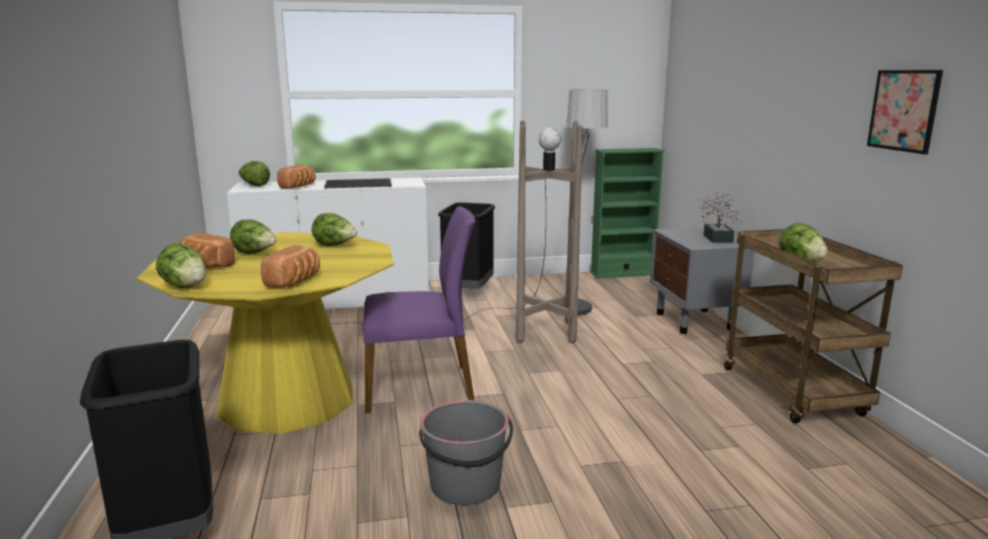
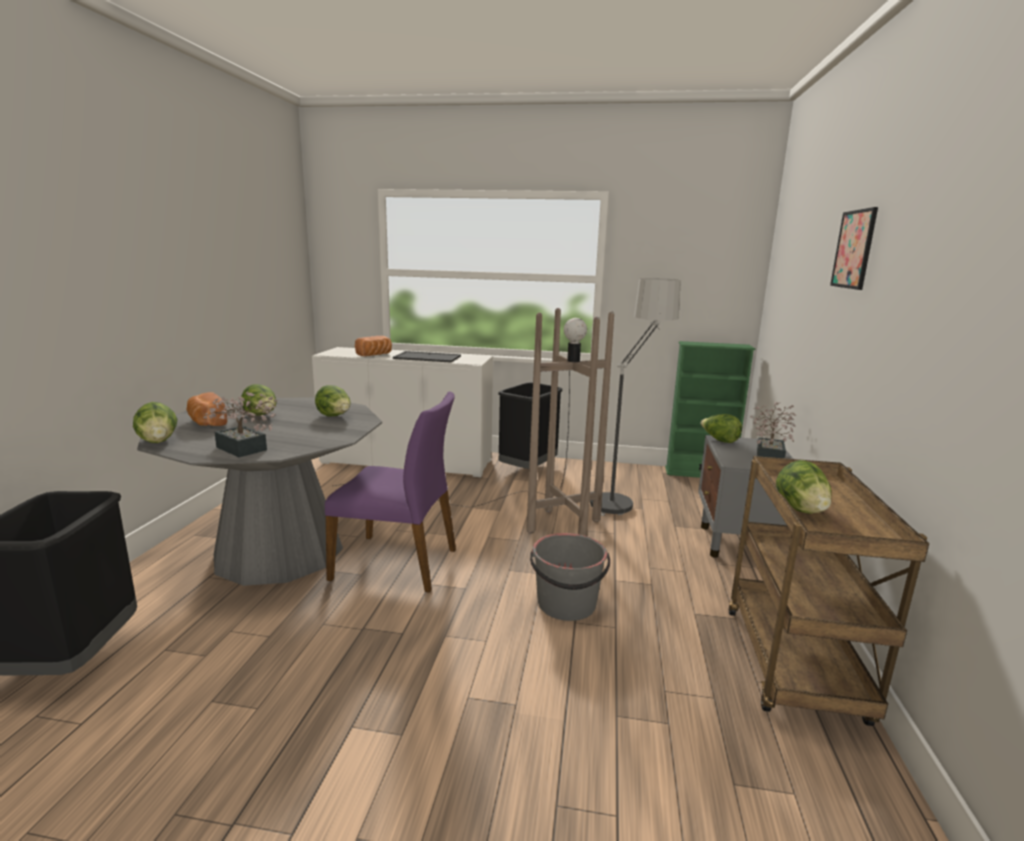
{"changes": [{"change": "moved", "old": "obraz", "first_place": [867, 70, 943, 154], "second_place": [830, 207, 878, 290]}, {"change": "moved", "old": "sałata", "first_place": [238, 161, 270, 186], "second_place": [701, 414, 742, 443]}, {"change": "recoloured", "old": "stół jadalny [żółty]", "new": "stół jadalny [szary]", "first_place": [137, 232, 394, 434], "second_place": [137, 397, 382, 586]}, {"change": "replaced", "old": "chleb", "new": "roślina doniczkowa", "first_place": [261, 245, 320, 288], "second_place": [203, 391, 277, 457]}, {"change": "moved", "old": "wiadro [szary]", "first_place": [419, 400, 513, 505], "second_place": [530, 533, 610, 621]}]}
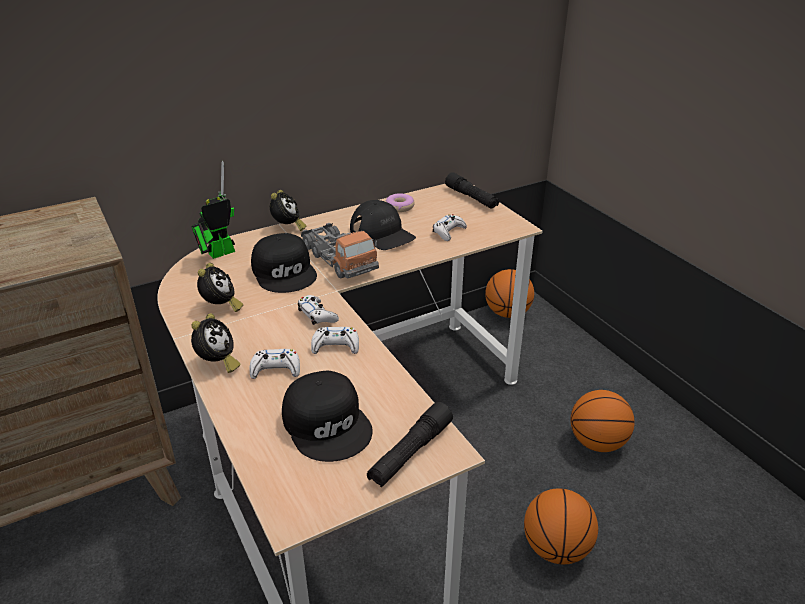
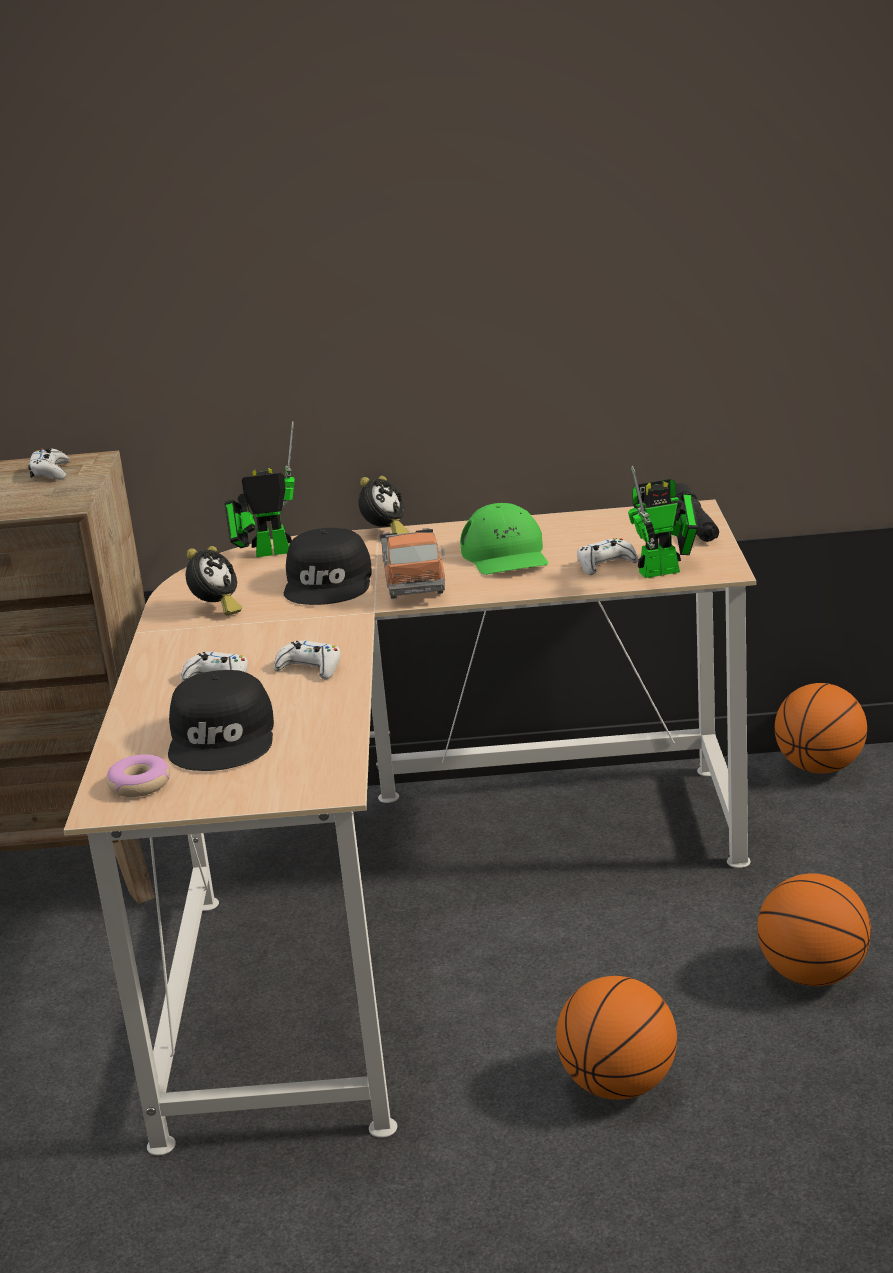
{"changes": [{"change": "moved", "old": "donut", "first_place": [385, 193, 415, 212], "second_place": [106, 754, 170, 797]}, {"change": "recoloured", "old": "czapka z daszkiem [czarny]", "new": "czapka z daszkiem [zielony]", "first_place": [350, 200, 416, 250], "second_place": [460, 503, 548, 575]}, {"change": "moved", "old": "pad do gier [biały]", "first_place": [298, 295, 339, 325], "second_place": [28, 448, 70, 480]}, {"change": "removed", "old": "budzik", "first_place": [191, 313, 240, 373]}, {"change": "removed", "old": "latarka [czarny]", "first_place": [367, 402, 453, 487]}, {"change": "added", "new": "robot zabawkowy", "second_place": [628, 466, 698, 578]}]}
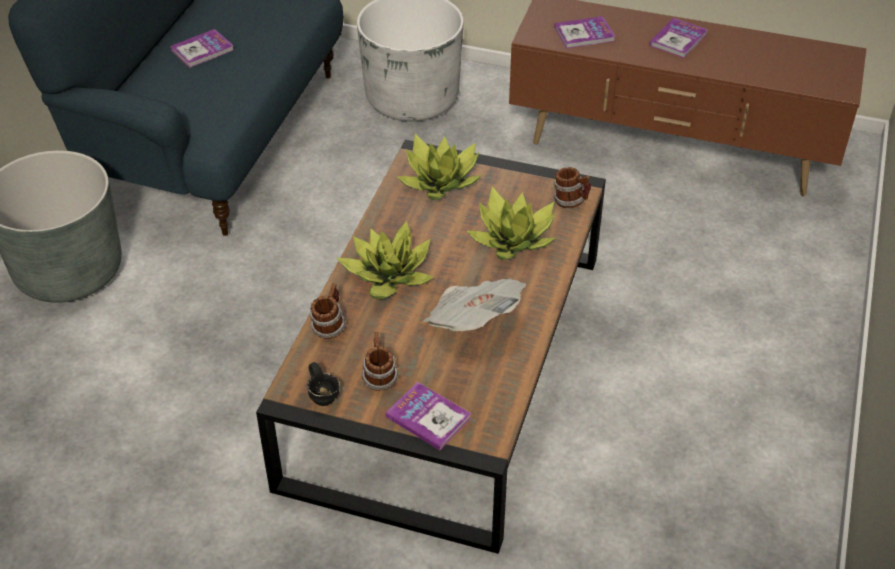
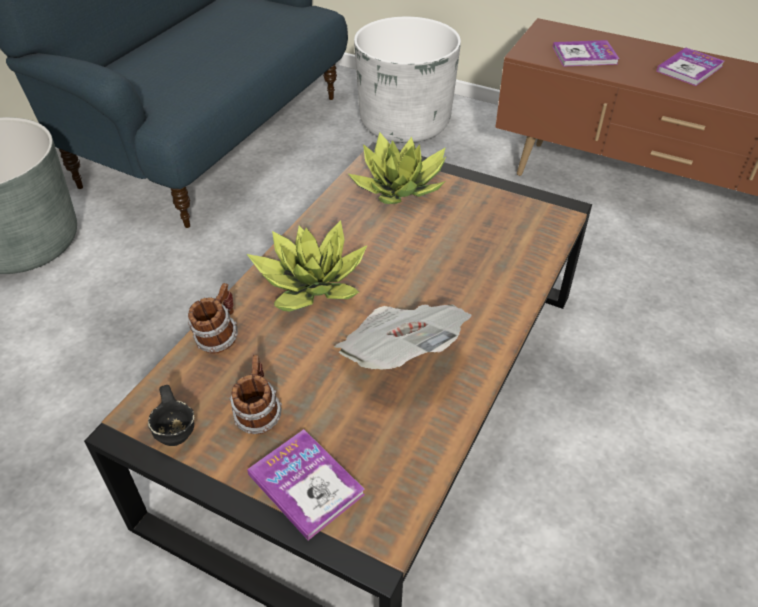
{"changes": [{"change": "removed", "old": "książka", "first_place": [170, 29, 234, 68]}, {"change": "removed", "old": "kubek", "first_place": [553, 167, 591, 208]}, {"change": "removed", "old": "roślina doniczkowa", "first_place": [467, 187, 556, 260]}]}
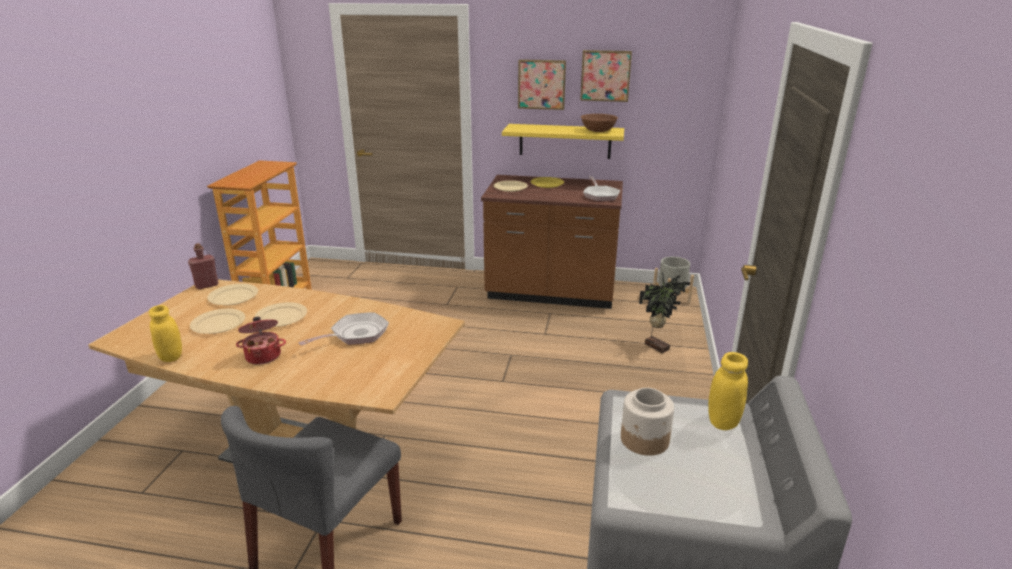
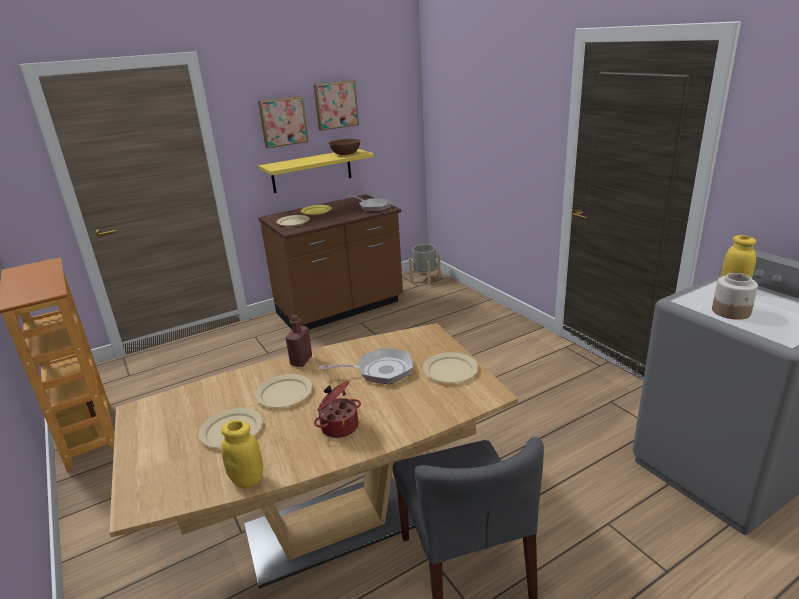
{"changes": [{"change": "moved", "old": "butelka [czerwony]", "first_place": [188, 243, 218, 289], "second_place": [285, 315, 312, 367]}, {"change": "removed", "old": "roślina doniczkowa", "first_place": [639, 271, 690, 353]}, {"change": "moved", "old": "talerz [beżowy]", "first_place": [207, 284, 258, 306], "second_place": [423, 352, 478, 383]}, {"change": "turned", "old": "patelnia", "first_place": [298, 312, 389, 345], "second_place": [319, 348, 413, 384], "degrees": 75}]}
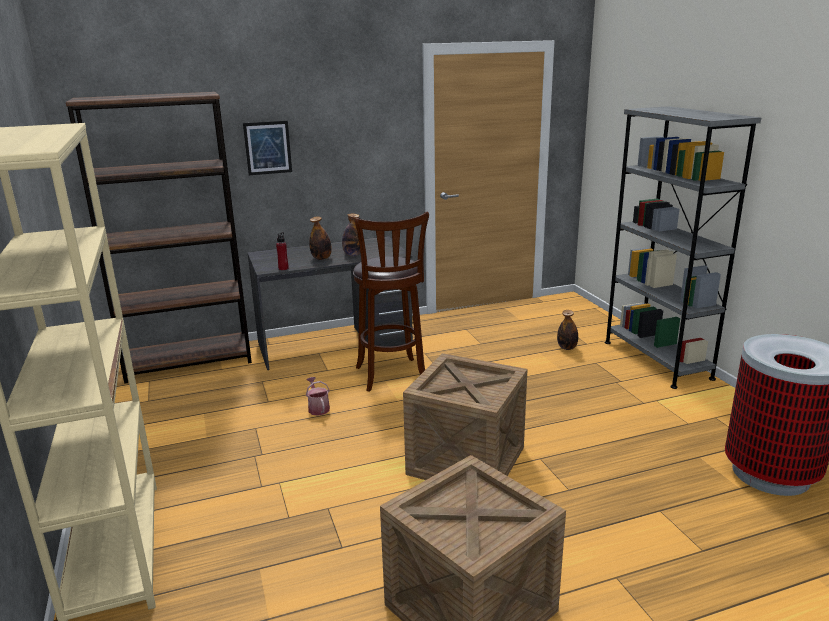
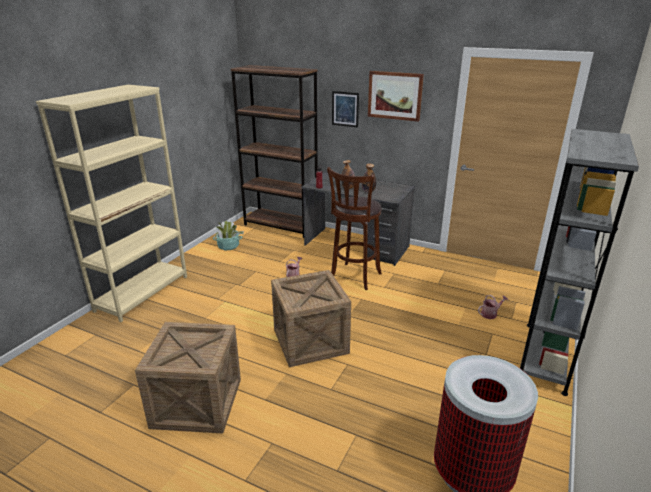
{"changes": [{"change": "replaced", "old": "butelka", "new": "konewka", "first_place": [557, 310, 578, 350], "second_place": [478, 295, 508, 319]}, {"change": "added", "new": "obraz", "second_place": [368, 71, 424, 122]}, {"change": "added", "new": "roślina doniczkowa", "second_place": [213, 220, 244, 250]}]}
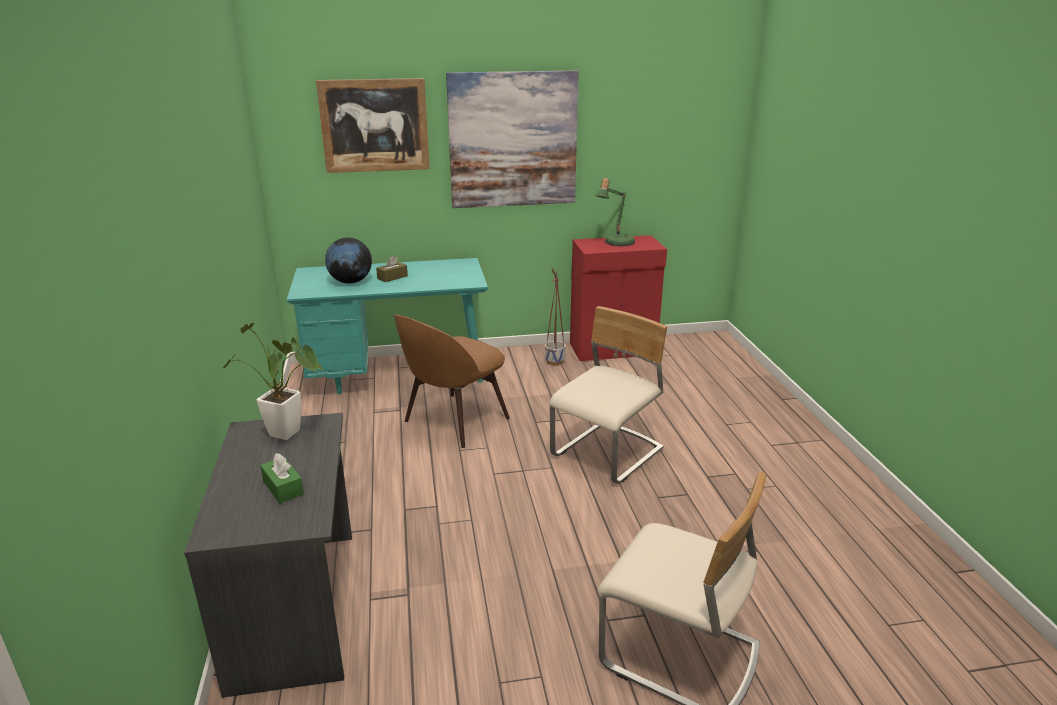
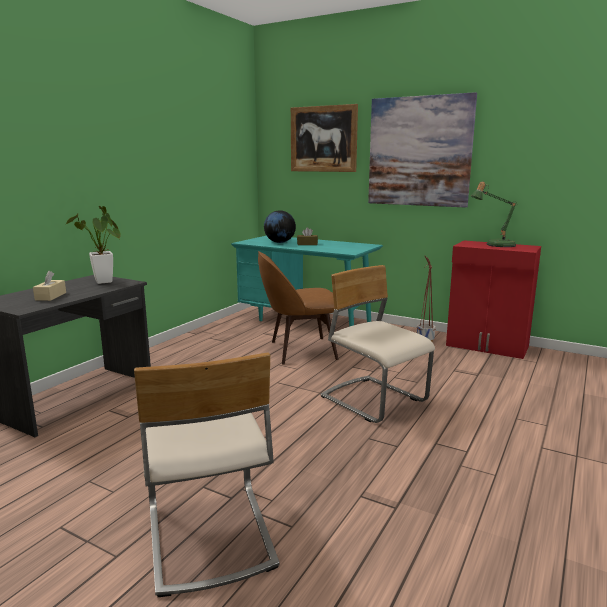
{"changes": [{"change": "turned", "old": "krzesło [beżowy]", "first_place": [549, 306, 667, 484], "second_place": [320, 265, 435, 423], "degrees": -120}, {"change": "recoloured", "old": "pudełko chusteczek [zielony]", "new": "pudełko chusteczek [beżowy]", "first_place": [260, 453, 304, 504], "second_place": [33, 271, 66, 301]}]}
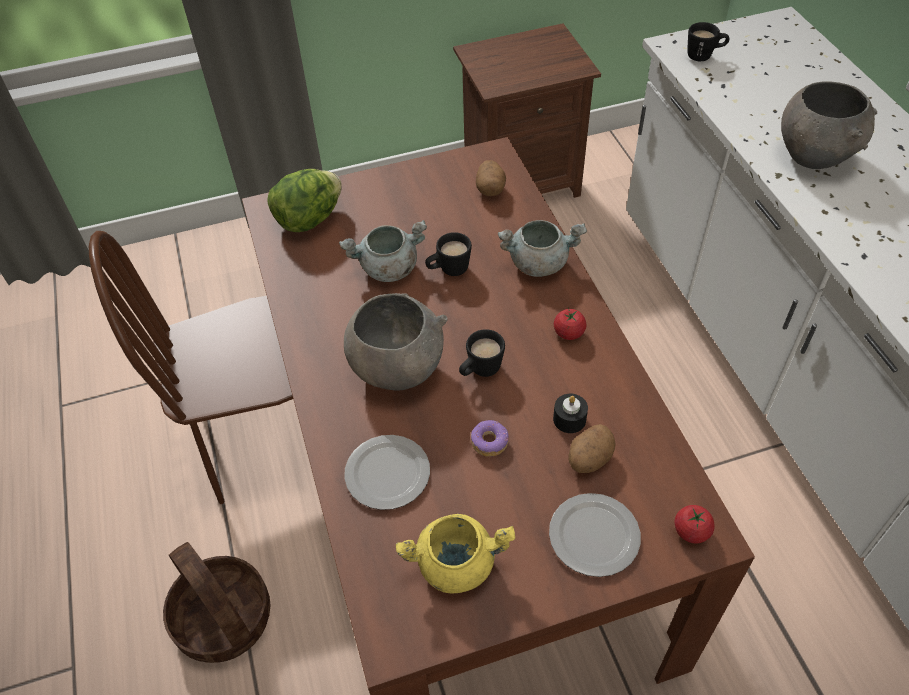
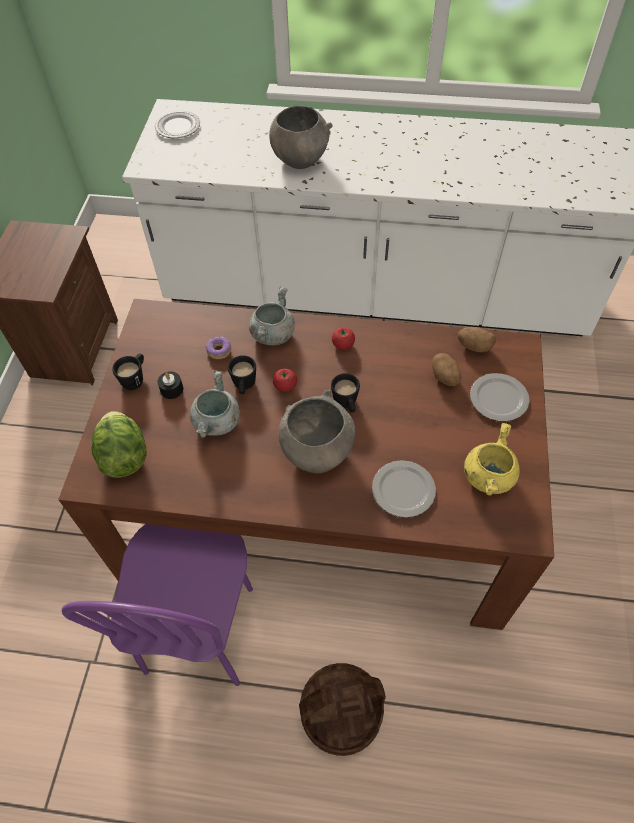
{"changes": [{"change": "moved", "old": "kubek [czarny]", "first_place": [687, 22, 730, 61], "second_place": [112, 353, 144, 390]}, {"change": "moved", "old": "ziemniak", "first_place": [476, 160, 506, 196], "second_place": [458, 327, 496, 352]}, {"change": "recoloured", "old": "krzesło [brązowy]", "new": "krzesło [fioletowy]", "first_place": [89, 231, 293, 504], "second_place": [62, 524, 253, 686]}, {"change": "moved", "old": "świeca [czarny]", "first_place": [553, 394, 588, 433], "second_place": [157, 371, 183, 399]}, {"change": "moved", "old": "donut", "first_place": [471, 420, 509, 457], "second_place": [205, 336, 231, 359]}, {"change": "moved", "old": "pomidor", "first_place": [675, 505, 715, 544], "second_place": [273, 369, 297, 392]}, {"change": "added", "new": "talerz", "second_place": [155, 111, 200, 138]}]}
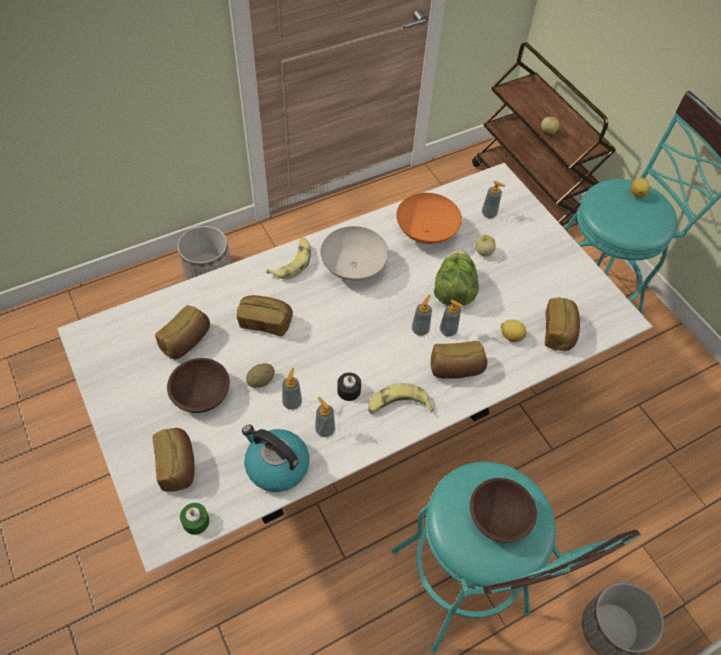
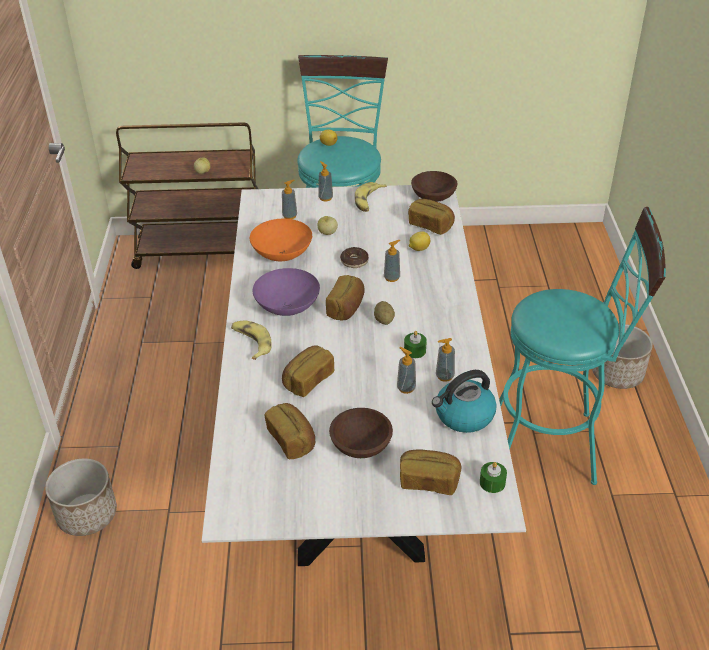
{"changes": [{"change": "recoloured", "old": "miska [biały]", "new": "miska [fioletowy]", "first_place": [320, 226, 389, 281], "second_place": [253, 268, 320, 316]}, {"change": "replaced", "old": "sałata", "new": "donut", "first_place": [434, 250, 479, 306], "second_place": [340, 247, 369, 268]}, {"change": "moved", "old": "dozownik mydła", "first_place": [412, 295, 432, 336], "second_place": [318, 161, 333, 201]}, {"change": "moved", "old": "chleb", "first_place": [431, 341, 487, 378], "second_place": [326, 275, 365, 320]}, {"change": "moved", "old": "ziemniak", "first_place": [246, 363, 275, 388], "second_place": [374, 301, 395, 325]}, {"change": "recoloured", "old": "świeca [czarny]", "new": "świeca [zielony]", "first_place": [337, 373, 361, 401], "second_place": [404, 331, 427, 358]}, {"change": "moved", "old": "banan", "first_place": [368, 383, 433, 414], "second_place": [355, 182, 387, 212]}, {"change": "moved", "old": "miska [brązowy]", "first_place": [470, 478, 537, 543], "second_place": [411, 171, 457, 202]}]}
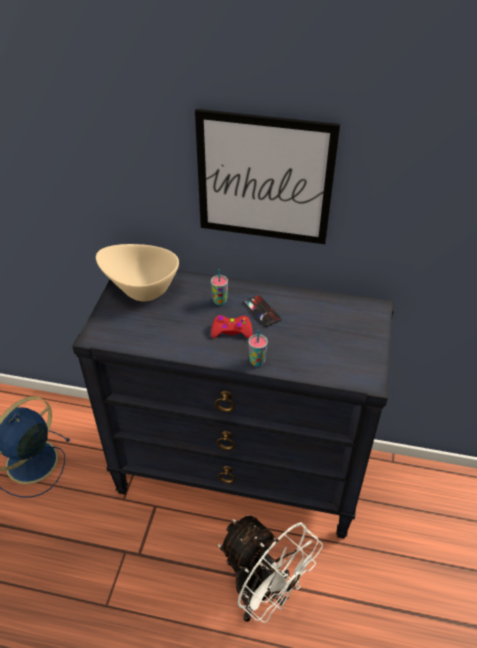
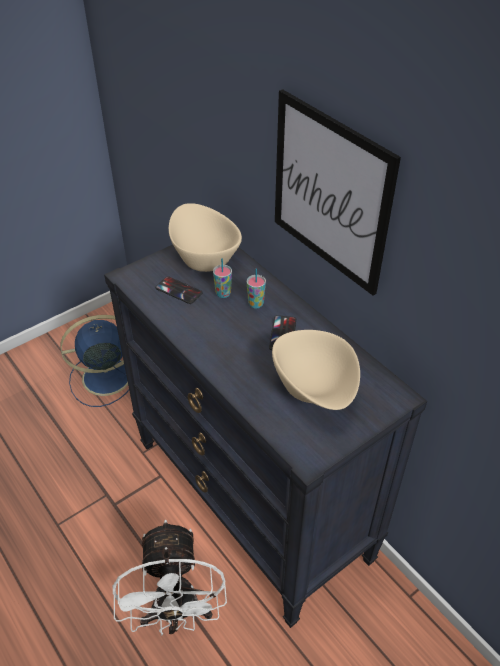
{"changes": [{"change": "removed", "old": "pad do gier [czerwony]", "first_place": [211, 315, 253, 338]}, {"change": "moved", "old": "filiżanka", "first_place": [248, 330, 268, 367], "second_place": [213, 258, 232, 298]}, {"change": "added", "new": "telefon", "second_place": [155, 276, 202, 304]}, {"change": "added", "new": "miska [beżowy]", "second_place": [272, 330, 360, 410]}]}
